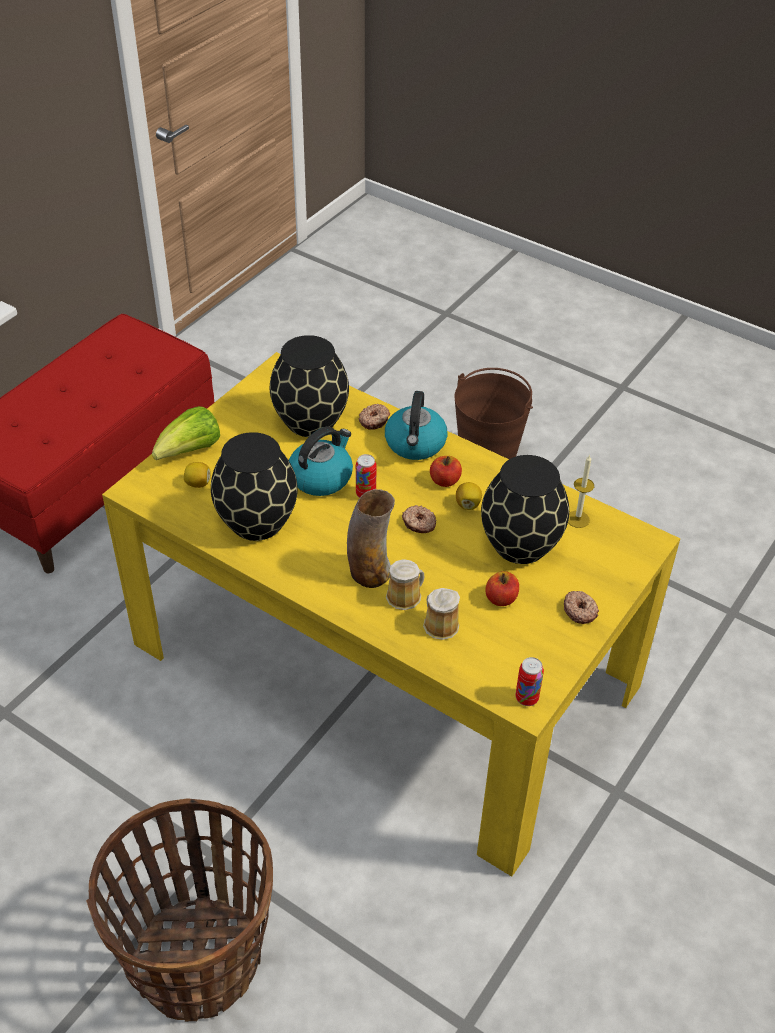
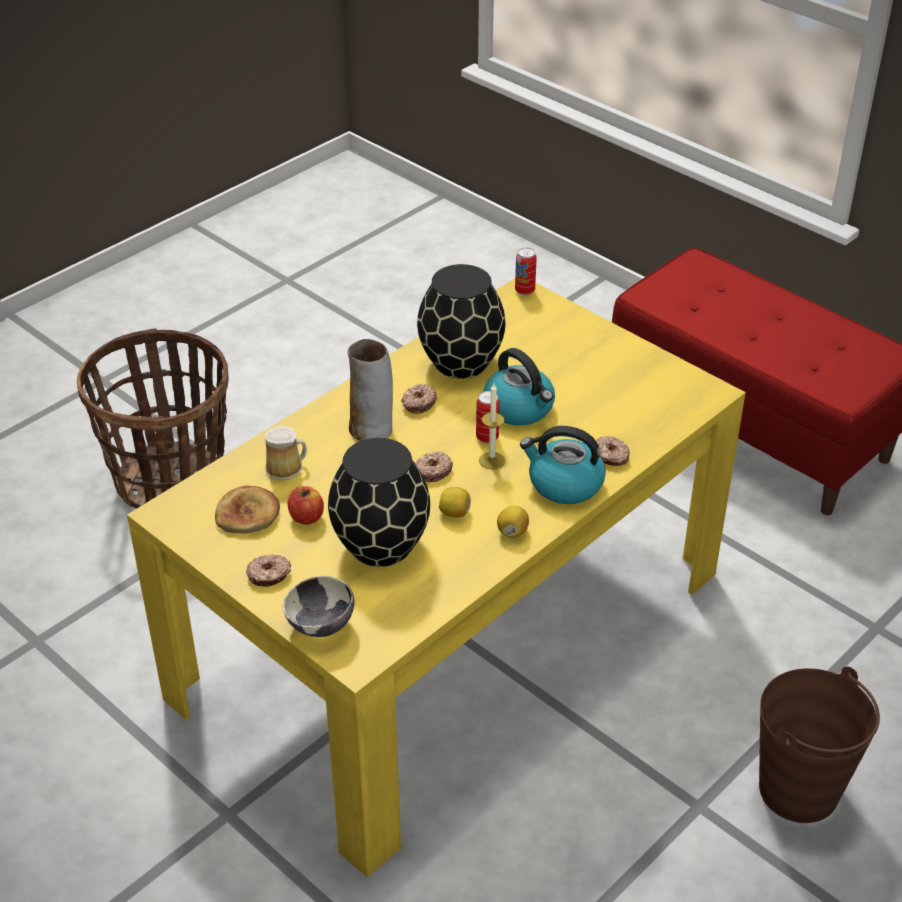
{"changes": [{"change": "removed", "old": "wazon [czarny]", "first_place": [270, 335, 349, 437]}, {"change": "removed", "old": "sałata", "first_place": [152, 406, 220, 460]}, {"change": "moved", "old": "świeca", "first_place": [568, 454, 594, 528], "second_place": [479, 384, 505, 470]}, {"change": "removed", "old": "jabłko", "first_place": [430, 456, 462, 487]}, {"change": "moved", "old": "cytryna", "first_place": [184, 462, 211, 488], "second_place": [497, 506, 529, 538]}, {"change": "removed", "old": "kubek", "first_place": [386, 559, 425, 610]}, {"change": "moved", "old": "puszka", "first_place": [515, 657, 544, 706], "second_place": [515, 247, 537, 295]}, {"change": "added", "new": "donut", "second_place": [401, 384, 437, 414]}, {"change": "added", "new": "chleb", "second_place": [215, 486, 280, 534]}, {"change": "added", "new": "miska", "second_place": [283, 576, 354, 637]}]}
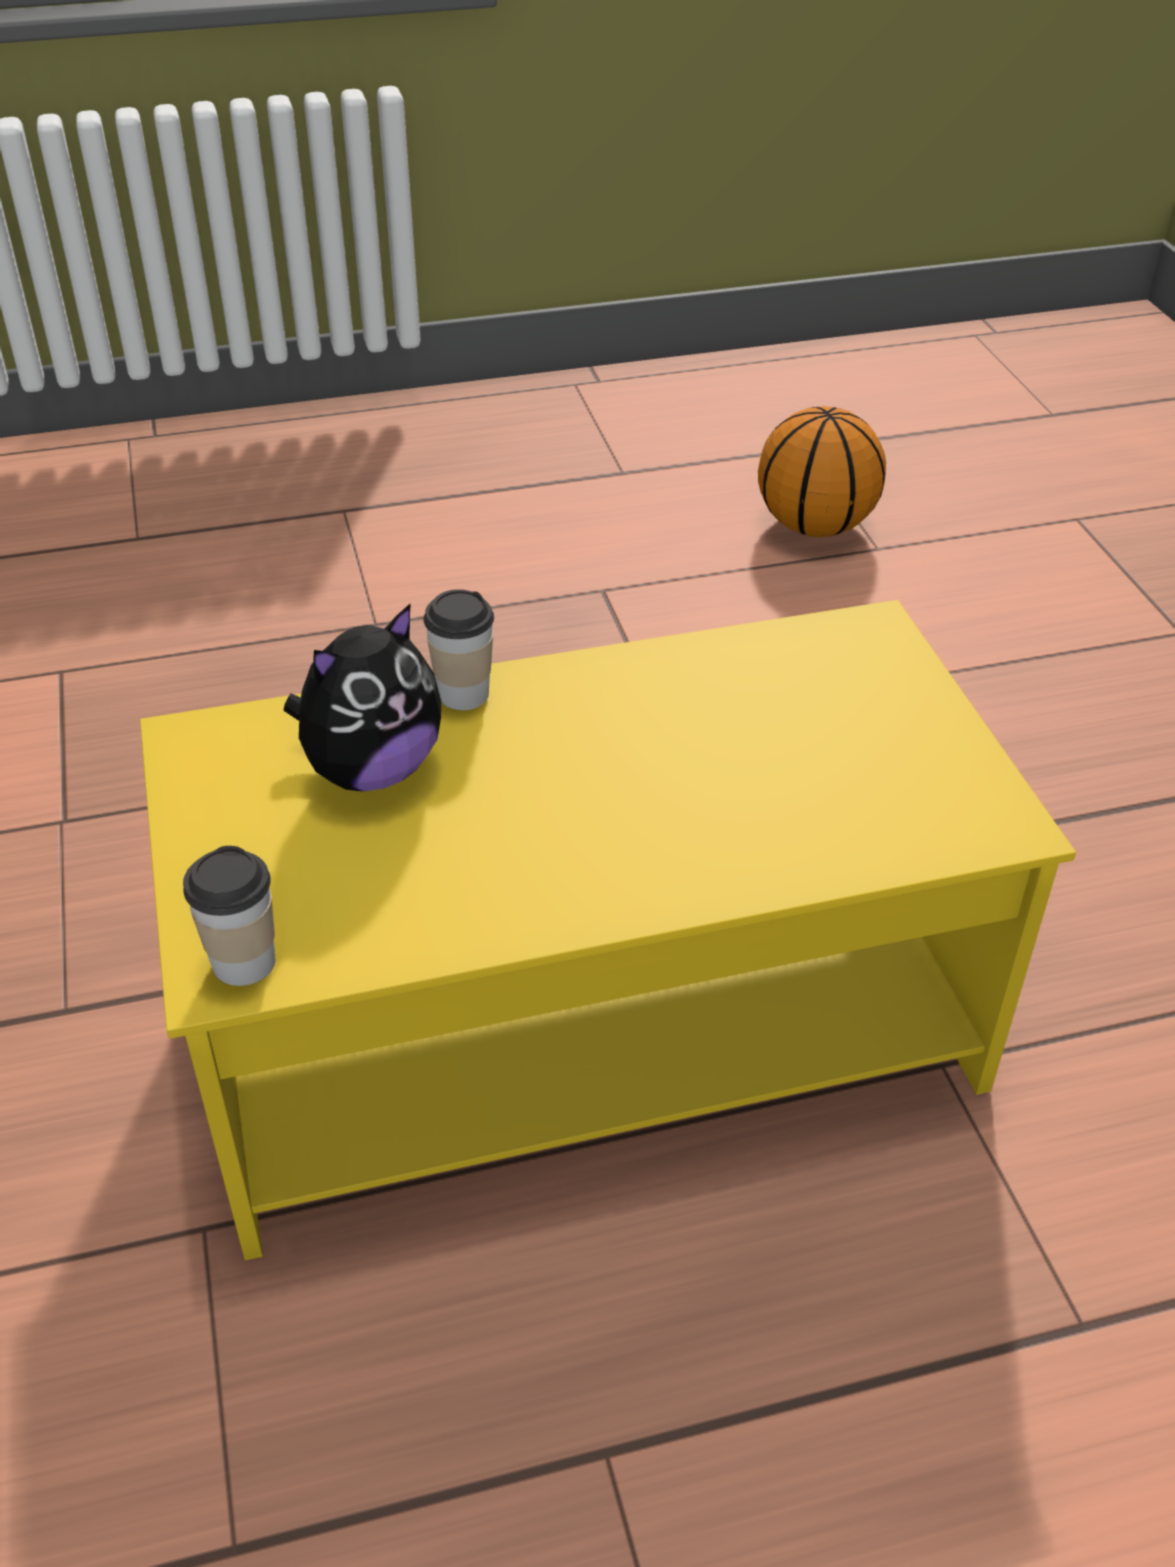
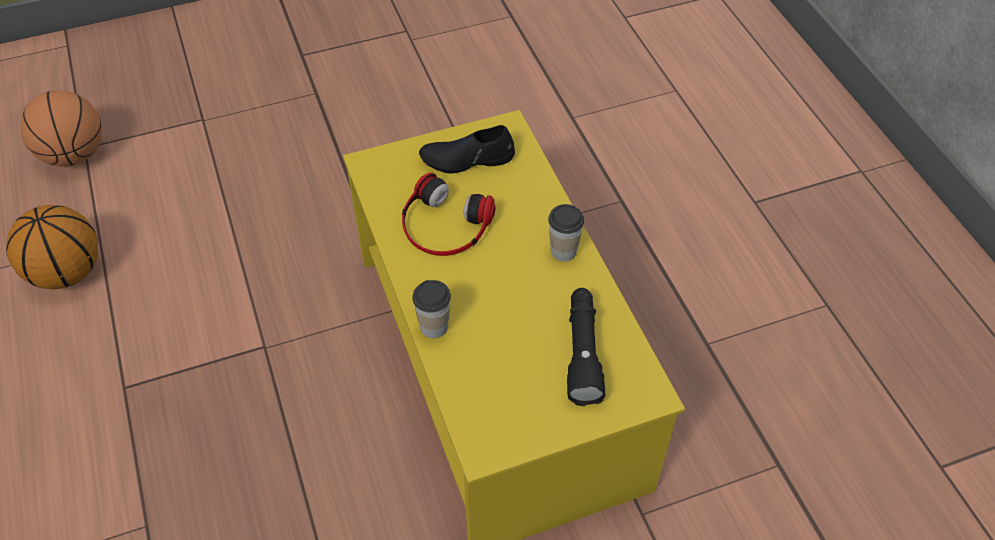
{"changes": [{"change": "removed", "old": "pluszak", "first_place": [283, 603, 441, 792]}, {"change": "moved", "old": "filiżanka", "first_place": [183, 846, 275, 986], "second_place": [548, 204, 584, 261]}, {"change": "added", "new": "piłka do koszykówki", "second_place": [21, 90, 102, 167]}, {"change": "added", "new": "but [czarny]", "second_place": [419, 125, 515, 173]}, {"change": "added", "new": "słuchawki", "second_place": [402, 173, 495, 256]}, {"change": "added", "new": "latarka [czarny]", "second_place": [567, 288, 605, 406]}]}
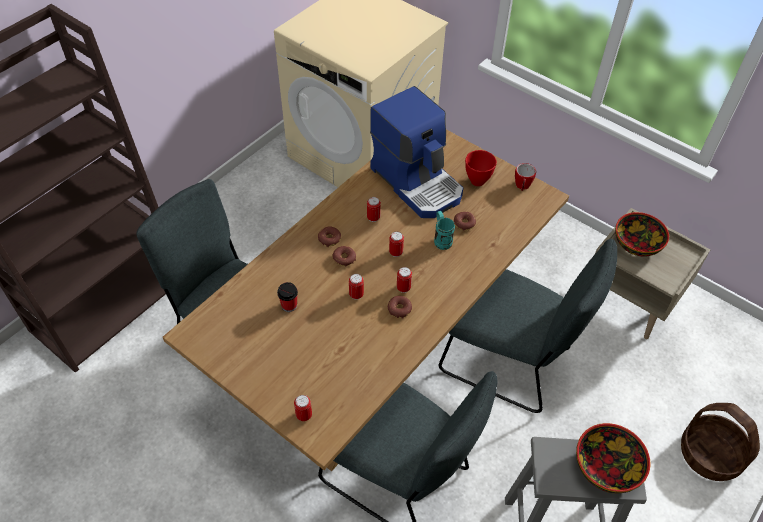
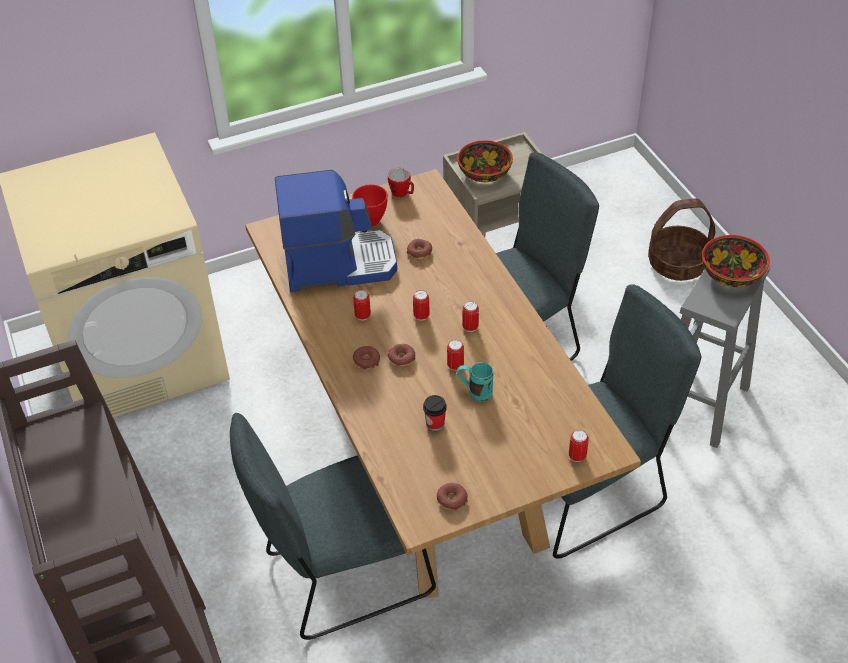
{"changes": [{"change": "moved", "old": "kubek [turkusowy]", "first_place": [434, 211, 455, 250], "second_place": [457, 362, 493, 402]}, {"change": "moved", "old": "donut", "first_place": [388, 296, 412, 319], "second_place": [437, 483, 468, 510]}]}
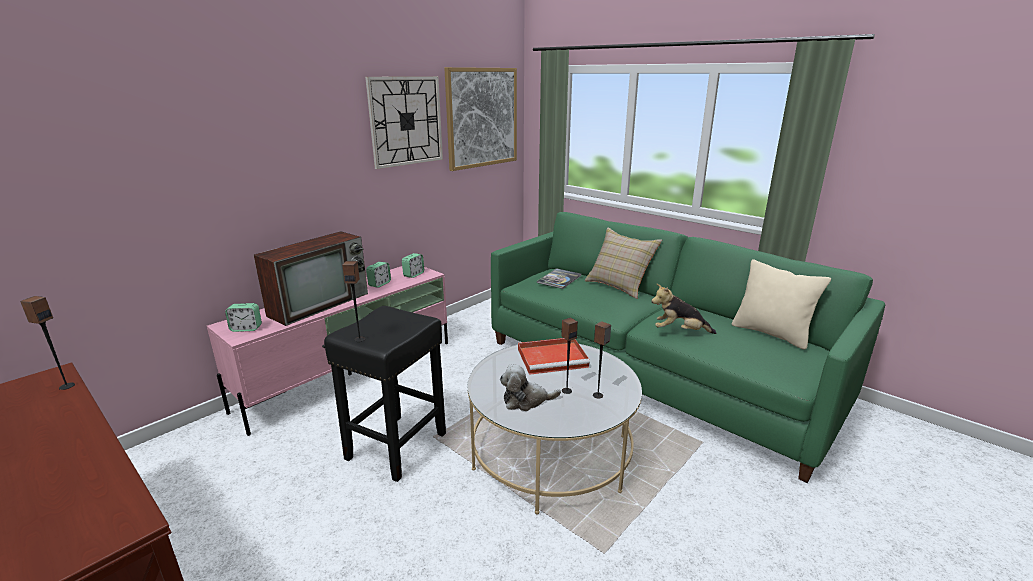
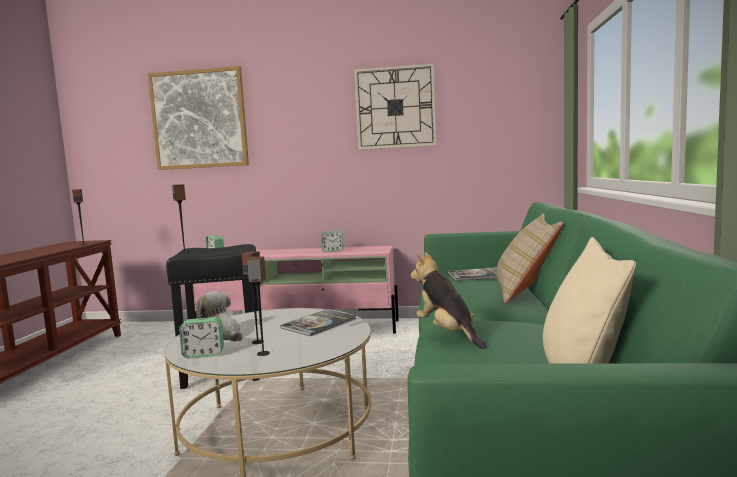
{"changes": [{"change": "moved", "old": "obraz", "first_place": [444, 67, 517, 171], "second_place": [148, 66, 249, 170]}, {"change": "removed", "old": "telewizor", "first_place": [254, 231, 368, 326]}, {"change": "moved", "old": "budzik", "first_place": [402, 253, 424, 278], "second_place": [179, 317, 224, 358]}, {"change": "replaced", "old": "taca [czerwony]", "new": "książka", "first_place": [518, 338, 590, 375], "second_place": [280, 310, 356, 336]}]}
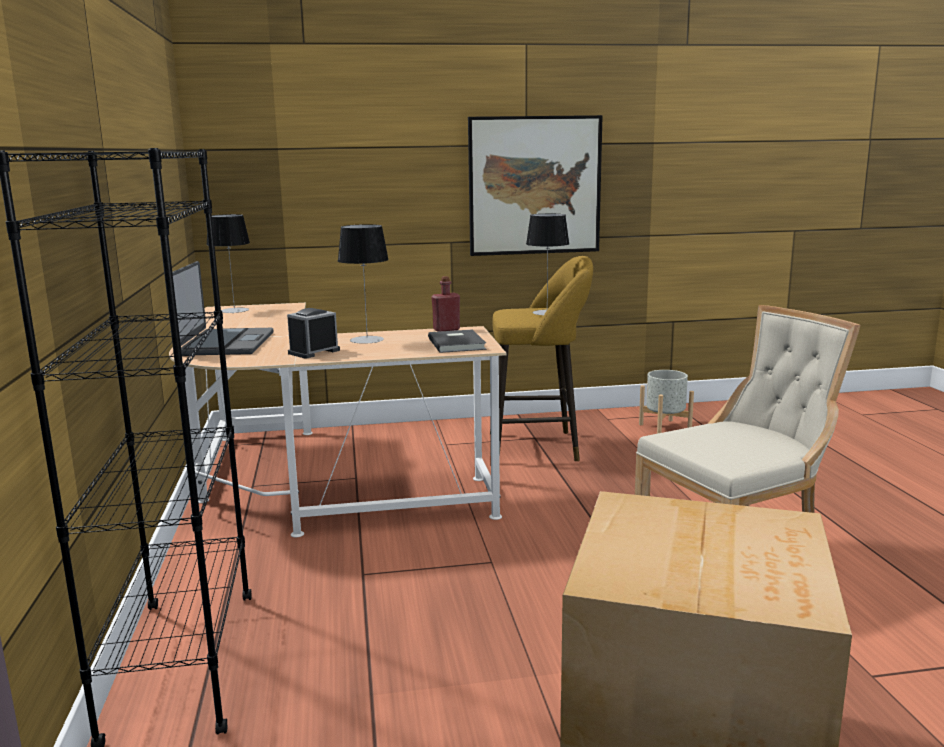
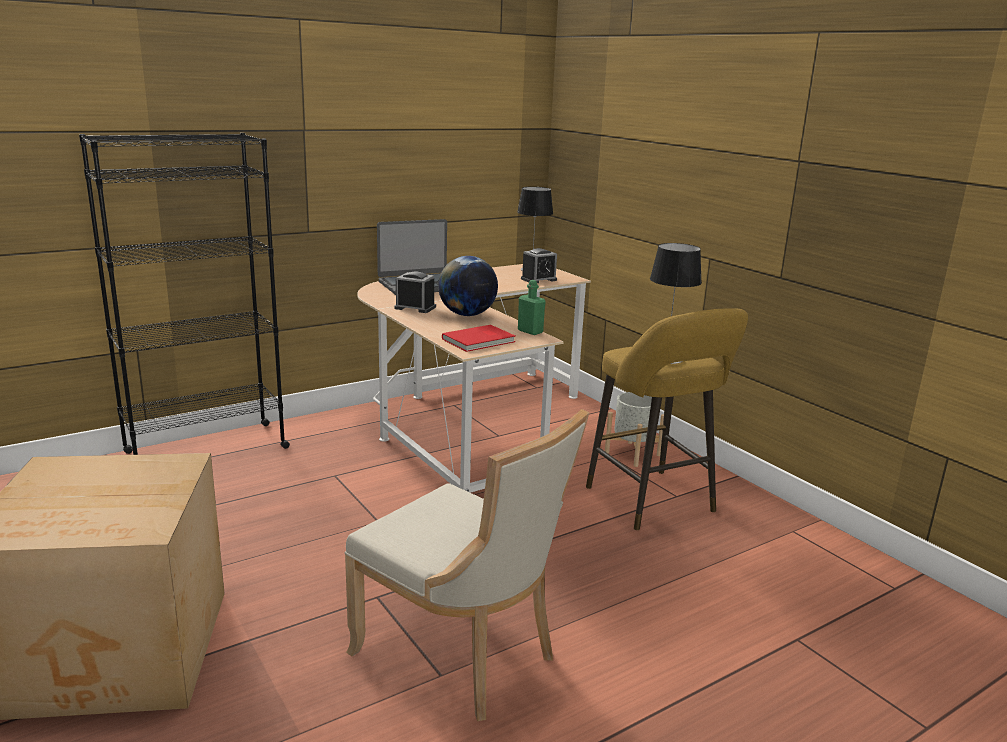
{"changes": [{"change": "removed", "old": "obraz", "first_place": [468, 115, 603, 256]}, {"change": "replaced", "old": "lampa stołowa", "new": "globus", "first_place": [338, 224, 389, 344], "second_place": [438, 256, 498, 316]}, {"change": "recoloured", "old": "butelka [czerwony]", "new": "butelka [zielony]", "first_place": [431, 276, 460, 332], "second_place": [518, 280, 546, 335]}, {"change": "recoloured", "old": "książka [szary]", "new": "książka [czerwony]", "first_place": [428, 330, 486, 353], "second_place": [442, 325, 516, 352]}, {"change": "moved", "old": "donica [szary]", "first_place": [639, 370, 694, 434], "second_place": [605, 392, 664, 467]}, {"change": "added", "new": "budzik", "second_place": [521, 248, 557, 283]}]}
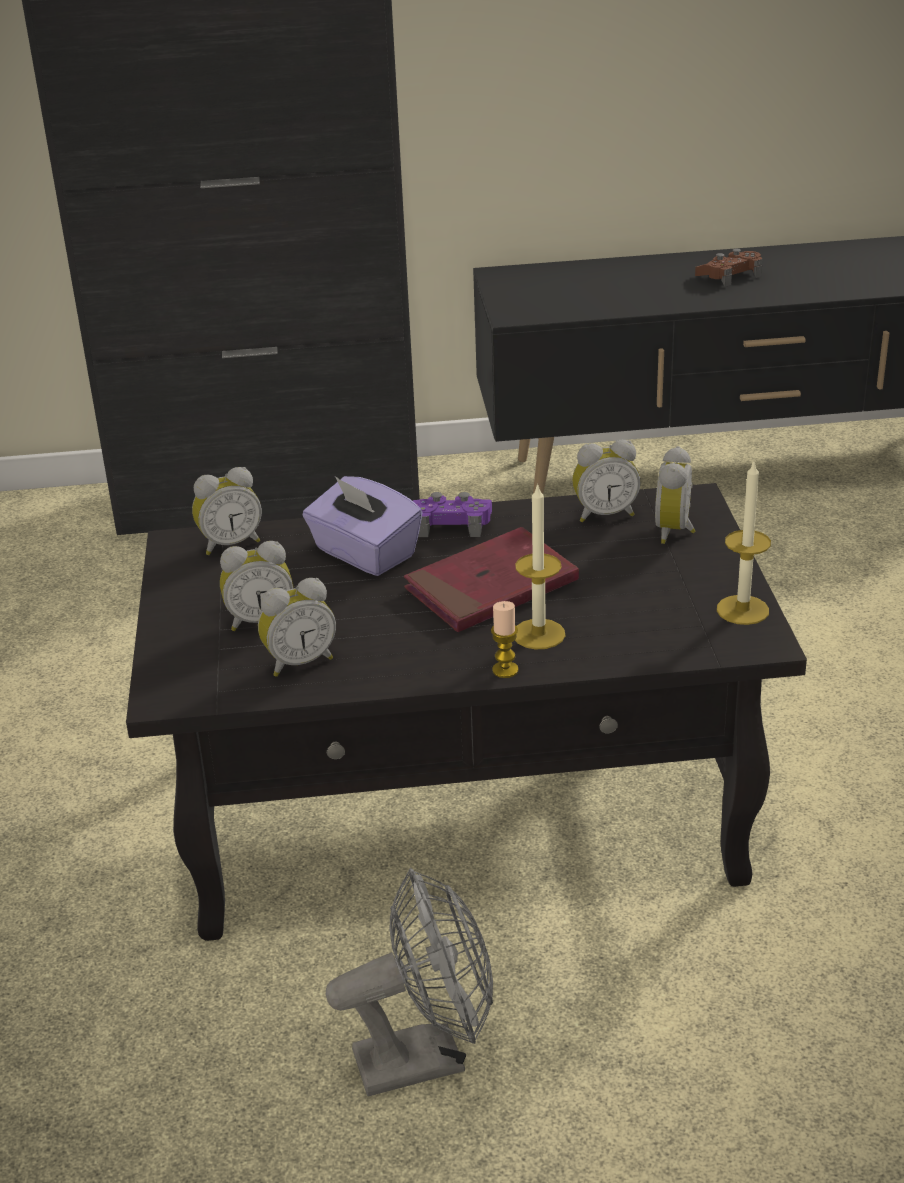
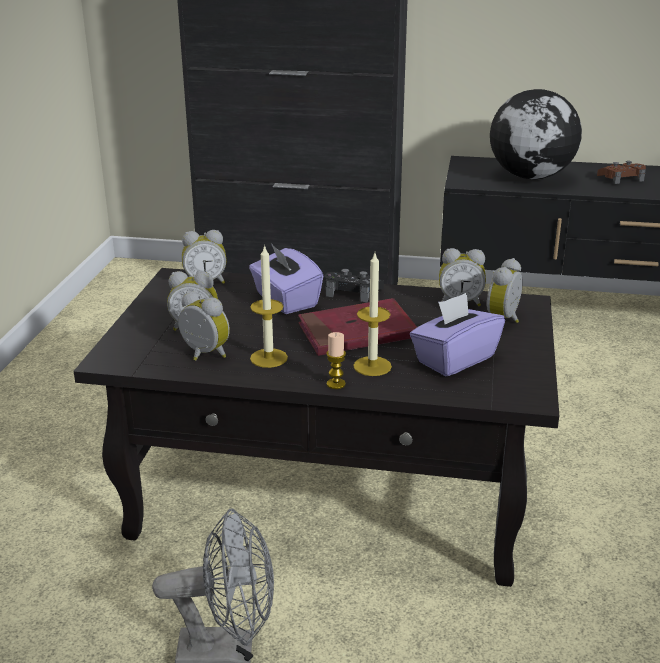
{"changes": [{"change": "moved", "old": "świeca", "first_place": [717, 460, 771, 625], "second_place": [250, 244, 288, 368]}, {"change": "recoloured", "old": "pad do gier [fioletowy]", "new": "pad do gier [czarny]", "first_place": [413, 492, 492, 537], "second_place": [324, 269, 384, 302]}, {"change": "turned", "old": "budzik", "first_place": [258, 578, 336, 677], "second_place": [178, 291, 230, 361], "degrees": -135}, {"change": "added", "new": "globus", "second_place": [490, 89, 582, 179]}, {"change": "added", "new": "pudełko chusteczek [fioletowy]", "second_place": [410, 292, 505, 376]}]}
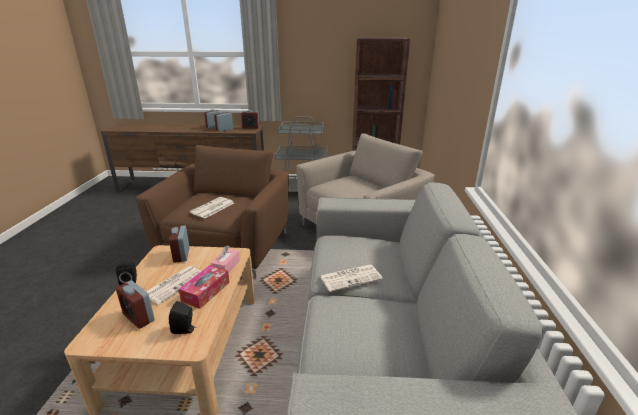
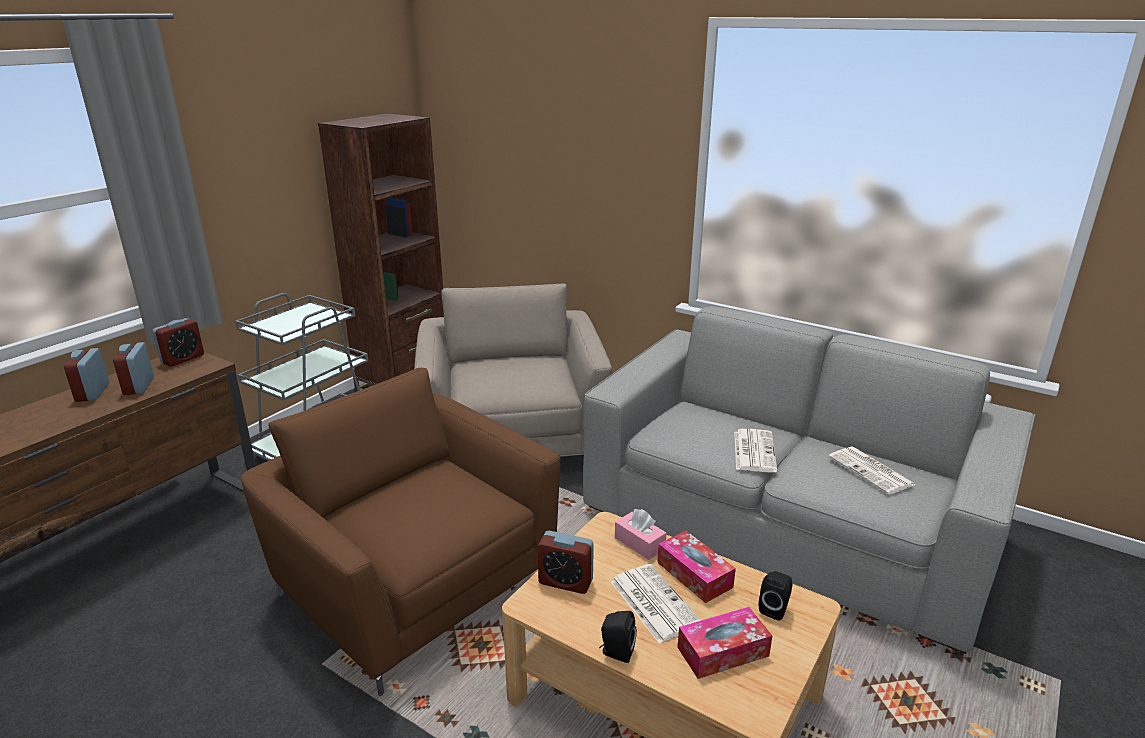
{"changes": [{"change": "moved", "old": "gazeta", "first_place": [189, 197, 234, 218], "second_place": [828, 446, 916, 495]}, {"change": "replaced", "old": "budzik", "new": "pudełko chusteczek", "first_place": [116, 281, 155, 329], "second_place": [677, 607, 773, 679]}]}
